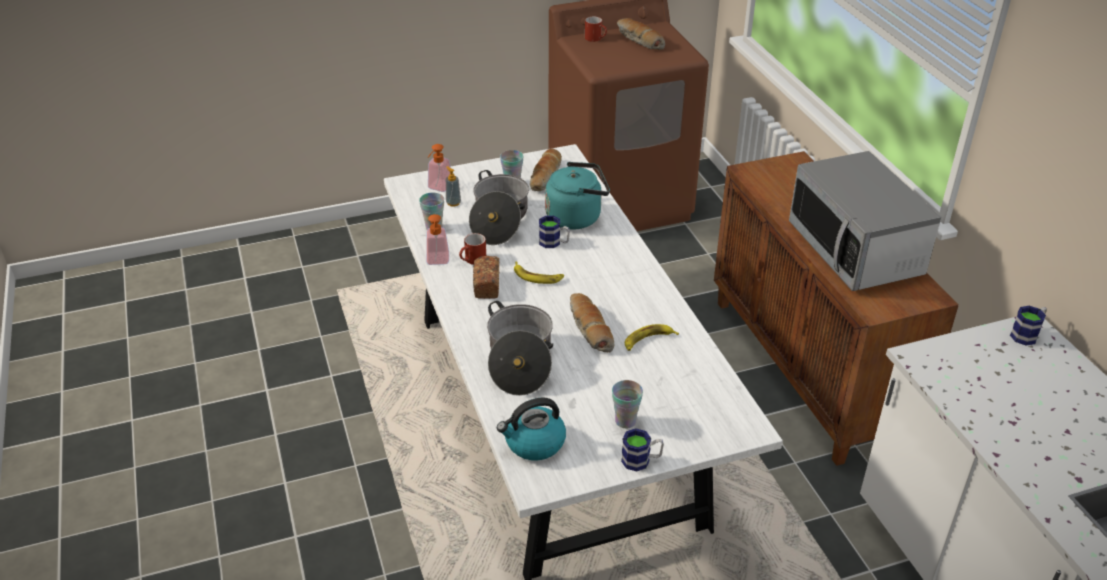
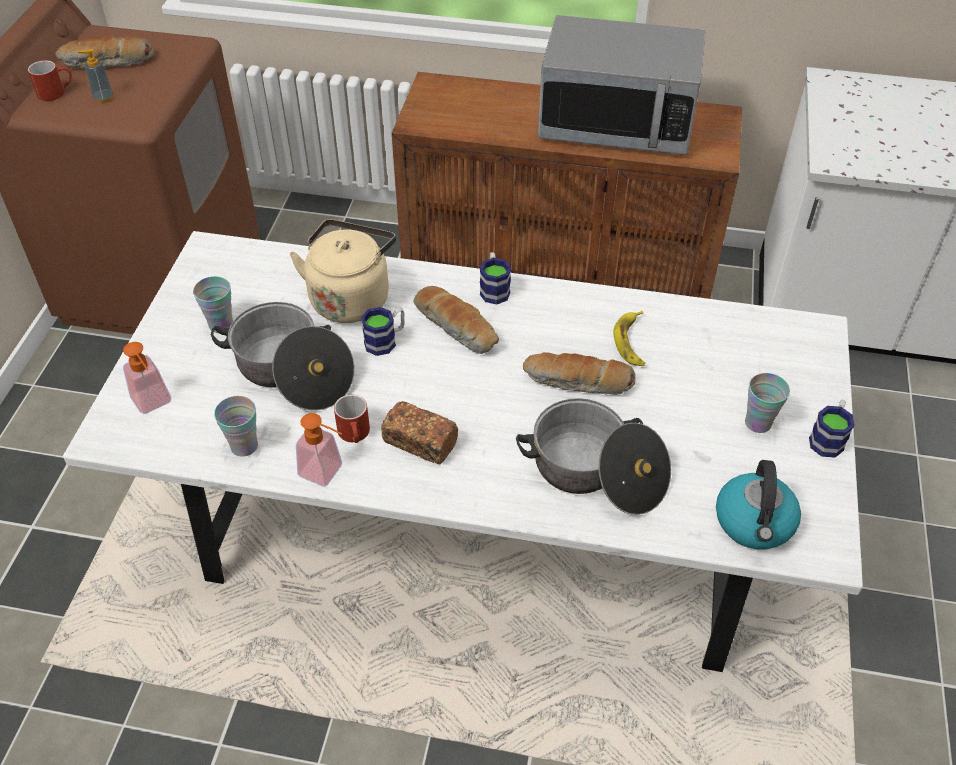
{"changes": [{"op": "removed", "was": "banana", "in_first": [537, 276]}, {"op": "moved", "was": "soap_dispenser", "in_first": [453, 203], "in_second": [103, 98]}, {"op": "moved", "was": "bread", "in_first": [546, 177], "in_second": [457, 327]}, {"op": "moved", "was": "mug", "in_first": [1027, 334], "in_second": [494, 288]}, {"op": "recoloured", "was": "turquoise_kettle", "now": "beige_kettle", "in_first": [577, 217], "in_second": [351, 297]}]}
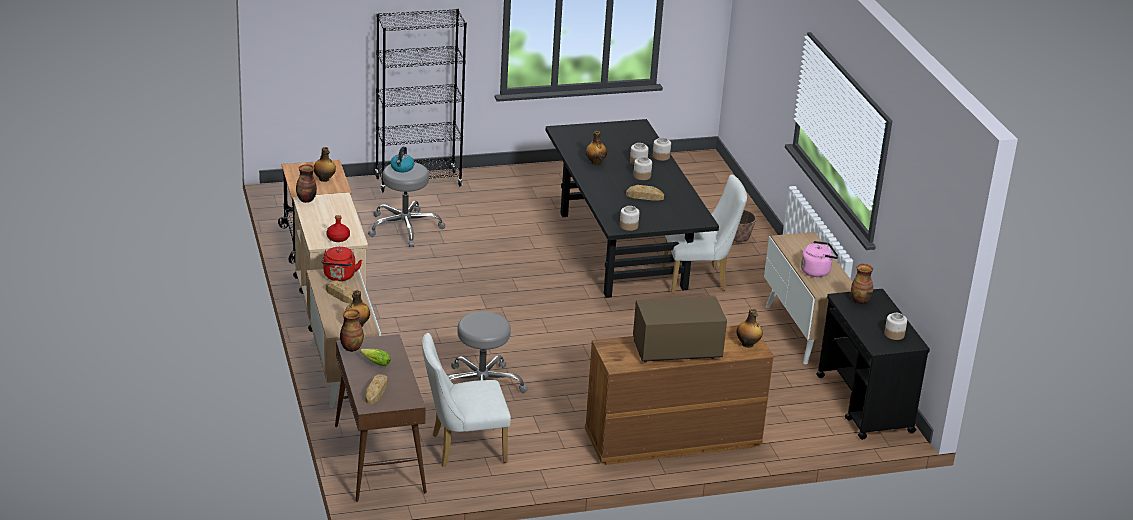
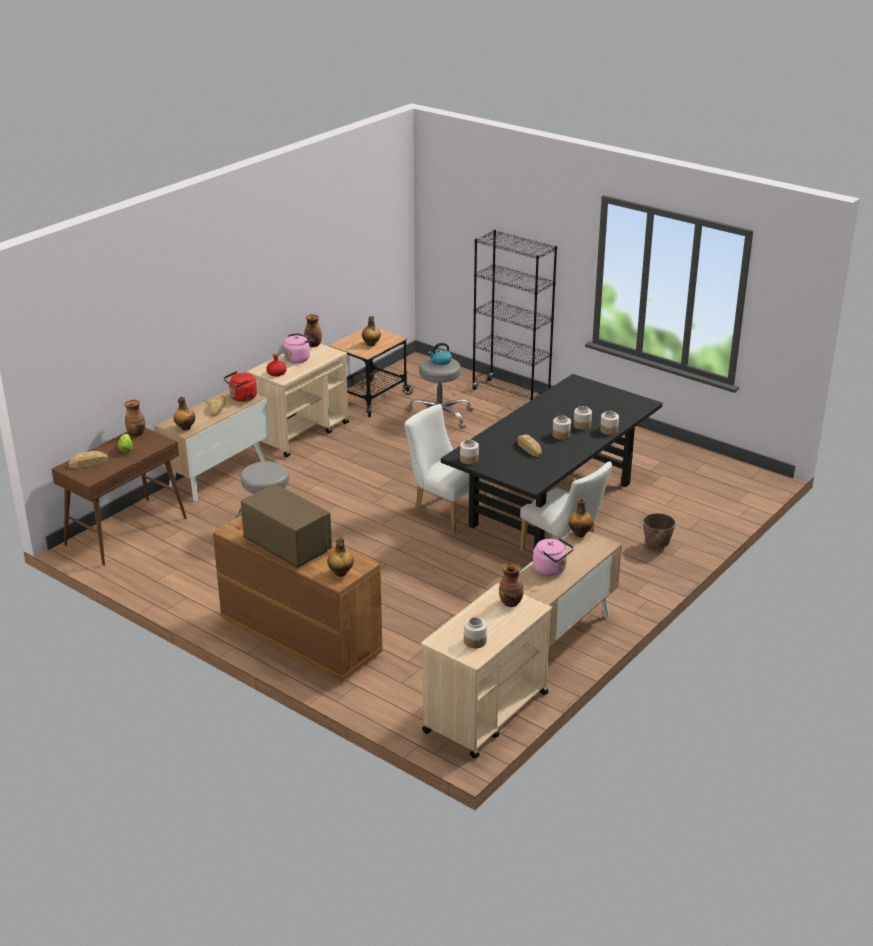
{"changes": [{"op": "added", "now": "pink_kettle", "in_second": [298, 358]}, {"op": "moved", "was": "white_chair", "in_first": [462, 448], "in_second": [445, 512]}, {"op": "moved", "was": "bottle", "in_first": [595, 162], "in_second": [580, 533]}, {"op": "recoloured", "was": "black_cart", "now": "beige_cart", "in_first": [864, 404], "in_second": [485, 713]}]}
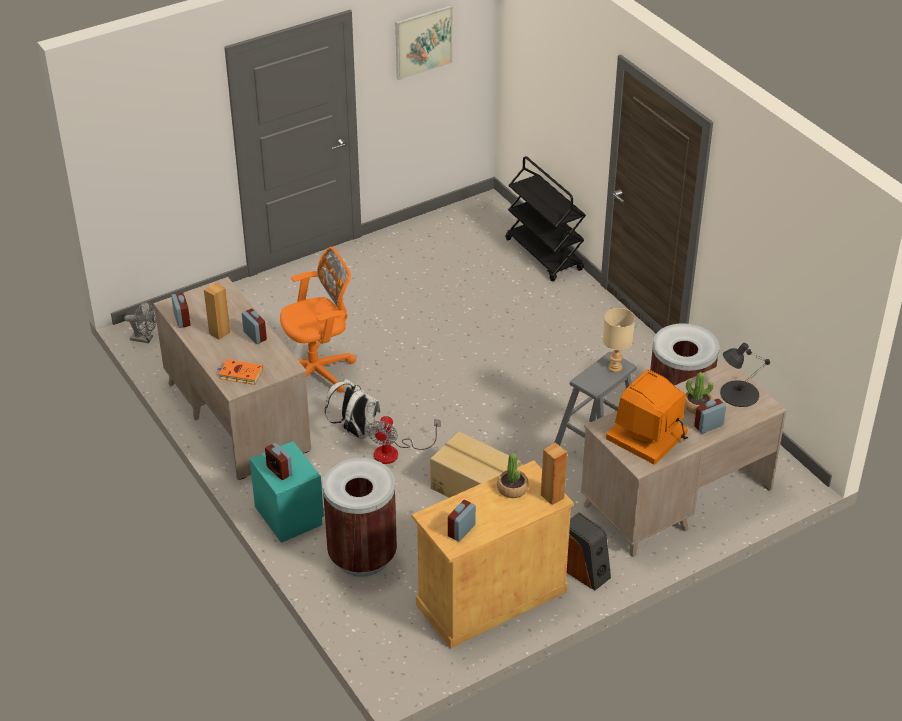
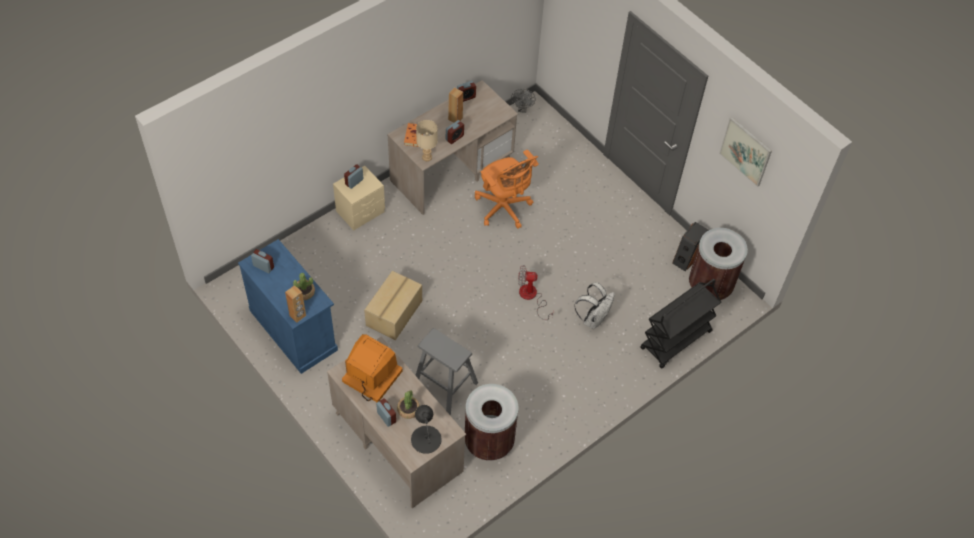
{"changes": [{"op": "moved", "was": "brown_trash_can", "in_first": [362, 556], "in_second": [710, 286]}, {"op": "moved", "was": "white_backpack", "in_first": [355, 431], "in_second": [593, 319]}, {"op": "moved", "was": "fan", "in_first": [395, 452], "in_second": [531, 297]}, {"op": "moved", "was": "speaker", "in_first": [584, 571], "in_second": [687, 257]}, {"op": "moved", "was": "beige_table_lamp", "in_first": [615, 368], "in_second": [427, 157]}, {"op": "recoloured", "was": "turquoise_nightstand", "now": "beige_nightstand", "in_first": [289, 515], "in_second": [360, 212]}, {"op": "recoloured", "was": "beige_cabinet", "now": "blue_cabinet", "in_first": [491, 598], "in_second": [293, 330]}]}
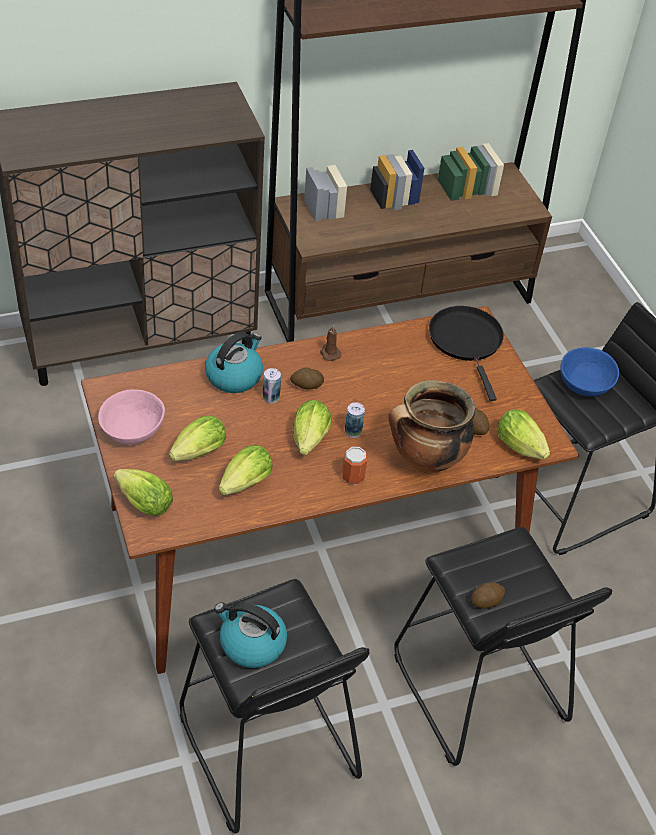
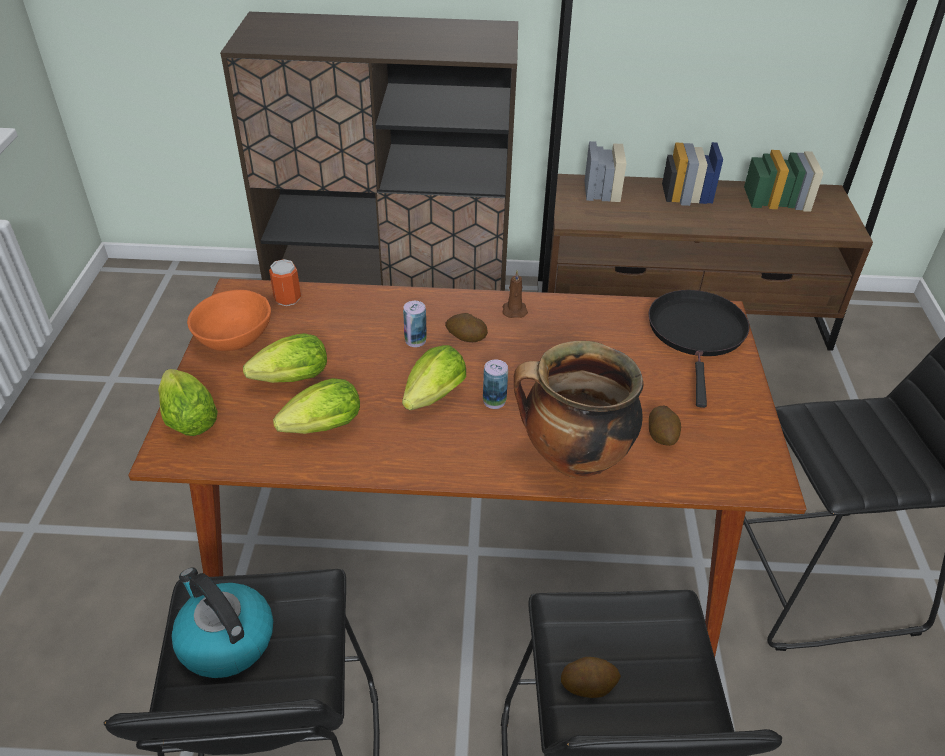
{"changes": [{"op": "removed", "was": "kettle", "in_first": [234, 376]}, {"op": "removed", "was": "lettuce", "in_first": [522, 449]}, {"op": "removed", "was": "blue_bowl", "in_first": [584, 384]}, {"op": "moved", "was": "can", "in_first": [353, 476], "in_second": [287, 299]}, {"op": "recoloured", "was": "pink_bowl", "now": "orange_bowl", "in_first": [133, 430], "in_second": [236, 338]}]}
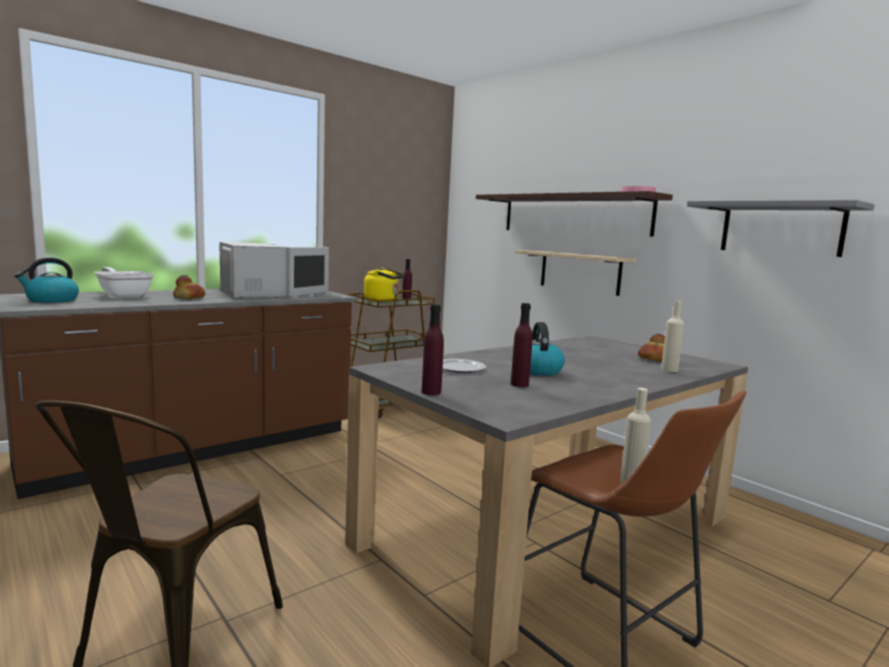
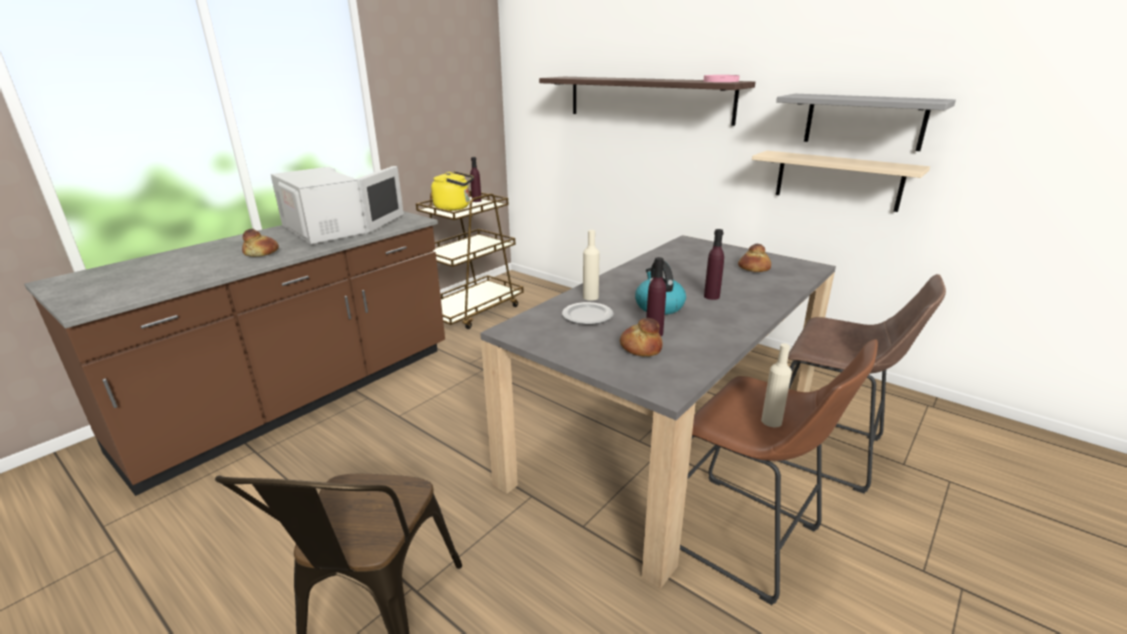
{"changes": [{"op": "removed", "was": "kettle", "in_first": [51, 300]}, {"op": "removed", "was": "frying_pan", "in_first": [123, 295]}, {"op": "added", "now": "bread", "in_second": [641, 348]}, {"op": "added", "now": "brown_stool", "in_second": [827, 451]}, {"op": "moved", "was": "purple_bottle", "in_first": [431, 392], "in_second": [711, 296]}, {"op": "moved", "was": "beige_shelf", "in_first": [579, 272], "in_second": [837, 180]}, {"op": "moved", "was": "beige_bottle", "in_first": [669, 370], "in_second": [590, 297]}]}
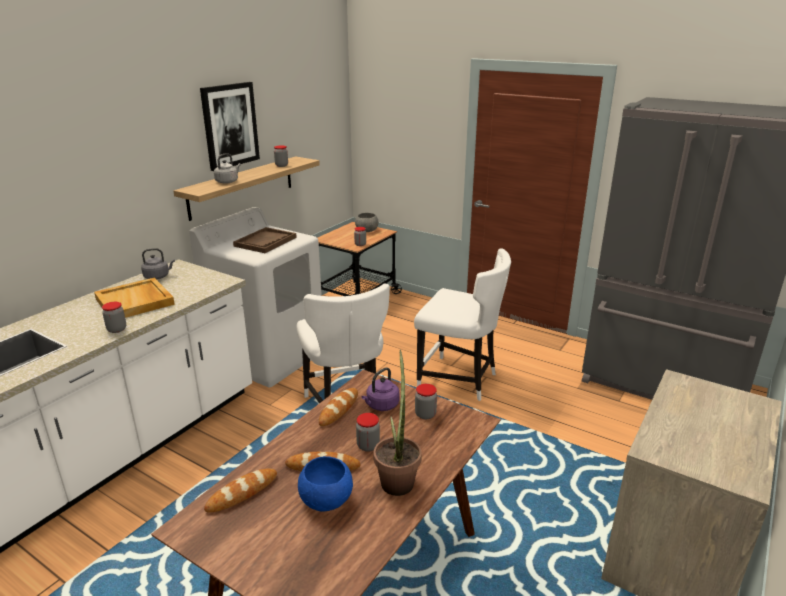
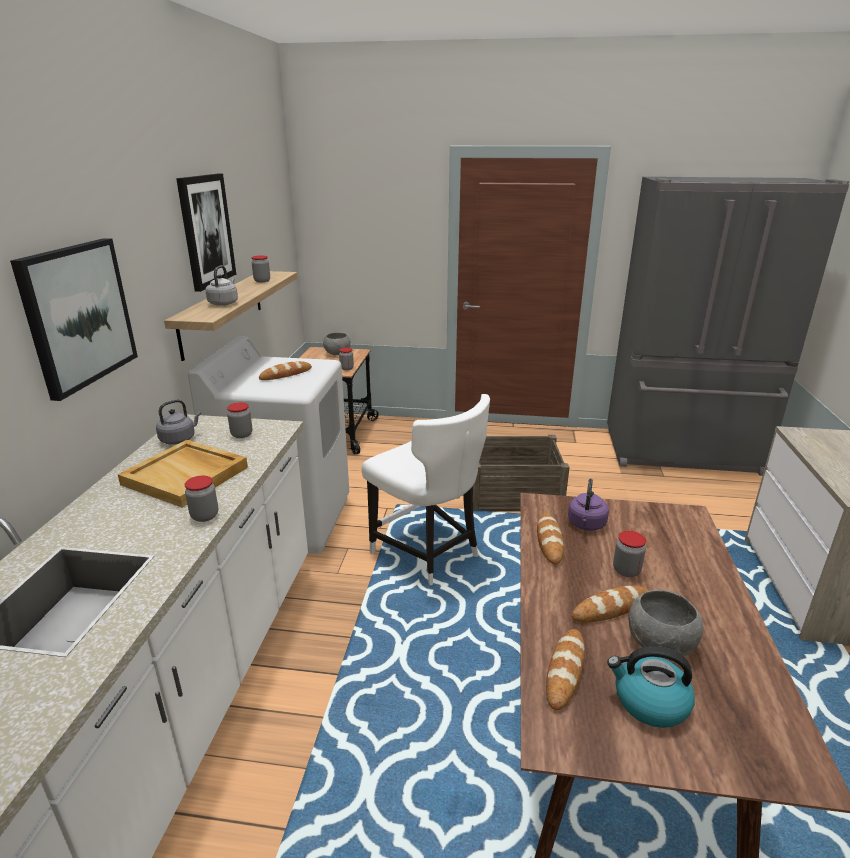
{"changes": [{"op": "removed", "was": "potted_plant", "in_first": [397, 478]}, {"op": "added", "now": "picture", "in_second": [78, 315]}, {"op": "added", "now": "kettle", "in_second": [649, 702]}, {"op": "moved", "was": "jar", "in_first": [425, 414], "in_second": [241, 434]}, {"op": "replaced", "was": "brown_tray", "now": "bread", "in_first": [265, 242], "in_second": [286, 374]}, {"op": "replaced", "was": "white_chair", "now": "crate", "in_first": [459, 380], "in_second": [514, 492]}, {"op": "recoloured", "was": "blue_bowl", "now": "grey_bowl", "in_first": [326, 500], "in_second": [660, 644]}]}
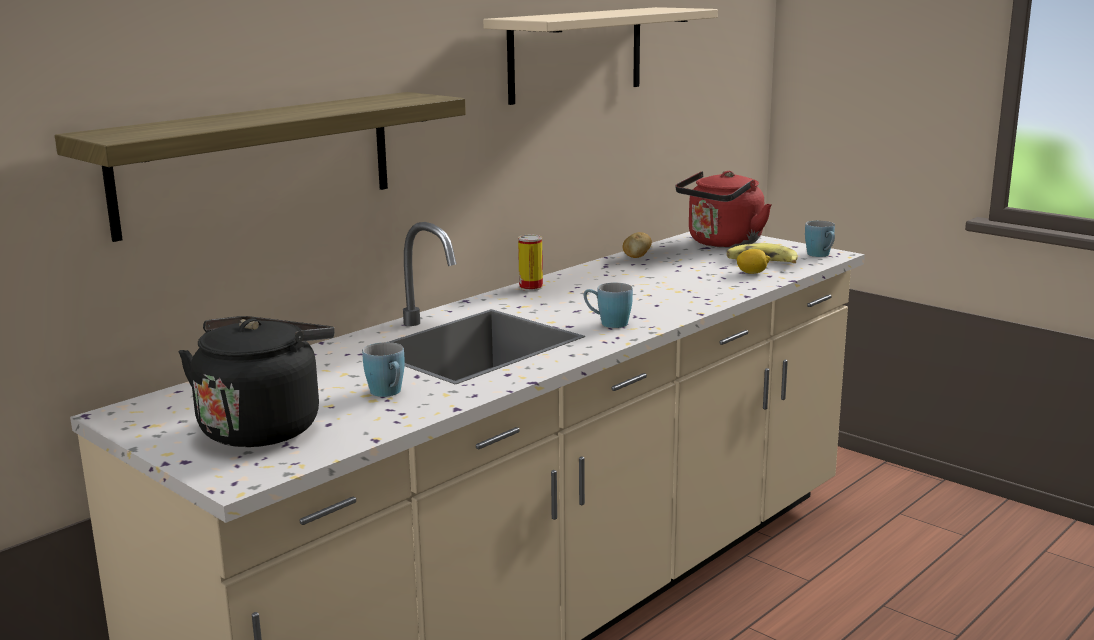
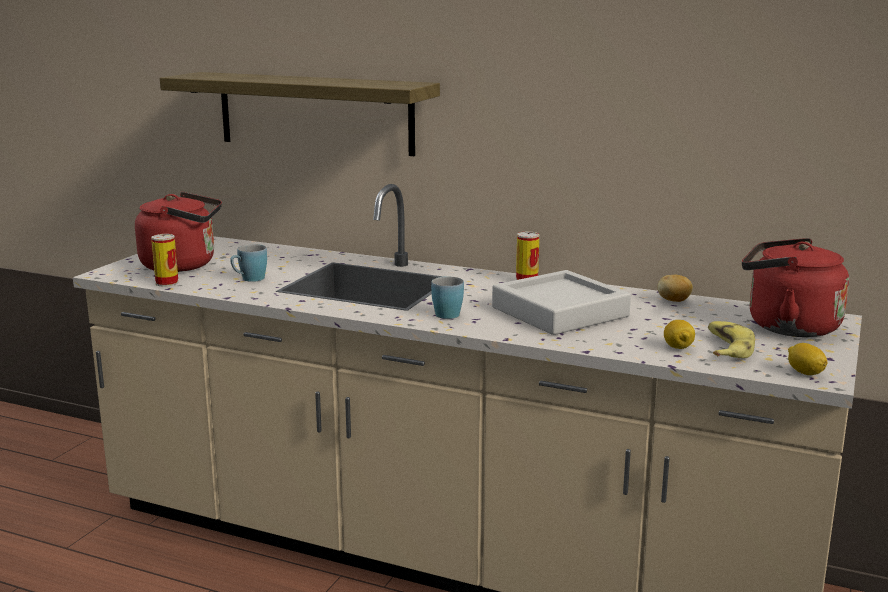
{"changes": [{"op": "removed", "was": "beige_shelf", "in_first": [576, 54]}, {"op": "added", "now": "can", "in_second": [167, 283]}, {"op": "added", "now": "grey_tray", "in_second": [559, 312]}, {"op": "replaced", "was": "blue_mug", "now": "lemon", "in_first": [821, 255], "in_second": [805, 373]}, {"op": "recoloured", "was": "black_kettle", "now": "red_kettle", "in_first": [264, 427], "in_second": [183, 265]}]}
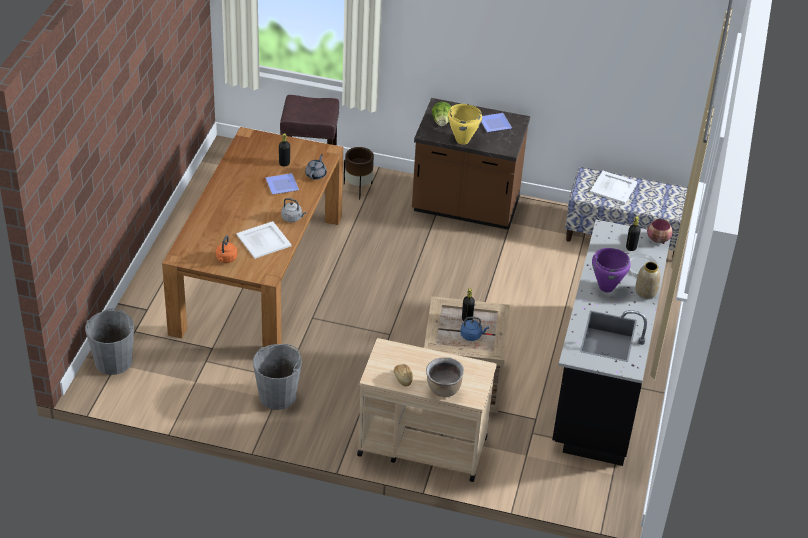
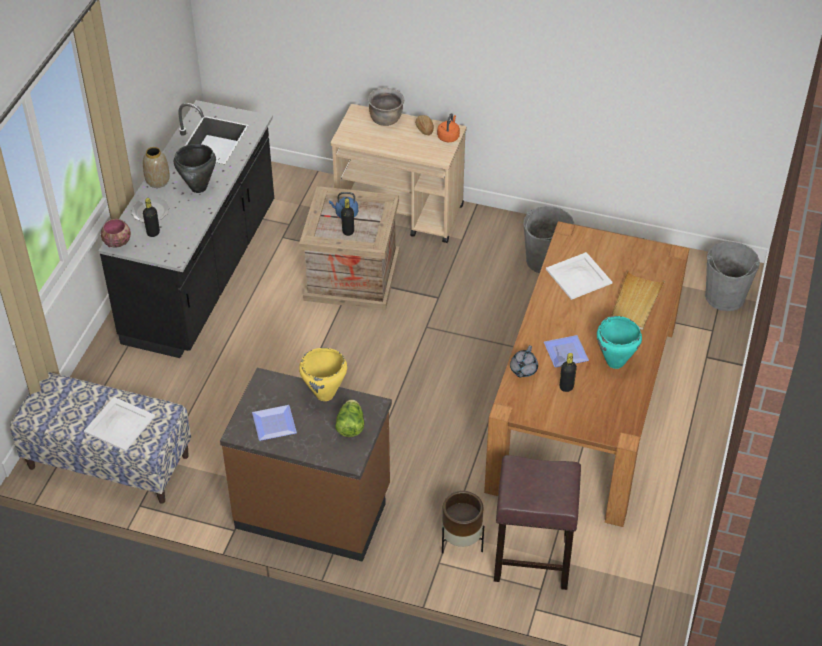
{"changes": [{"op": "removed", "was": "grey_kettle", "in_first": [292, 218]}, {"op": "added", "now": "turquoise_cooking_pot", "in_second": [615, 362]}, {"op": "added", "now": "beige_tray", "in_second": [635, 303]}, {"op": "moved", "was": "orange_kettle", "in_first": [226, 259], "in_second": [448, 136]}, {"op": "recoloured", "was": "purple_cooking_pot", "now": "black_cooking_pot", "in_first": [606, 287], "in_second": [199, 188]}]}
